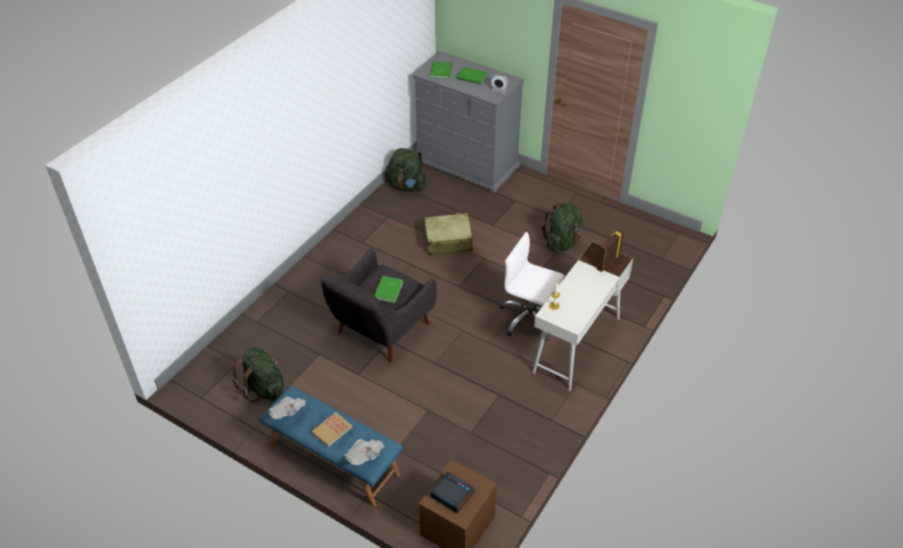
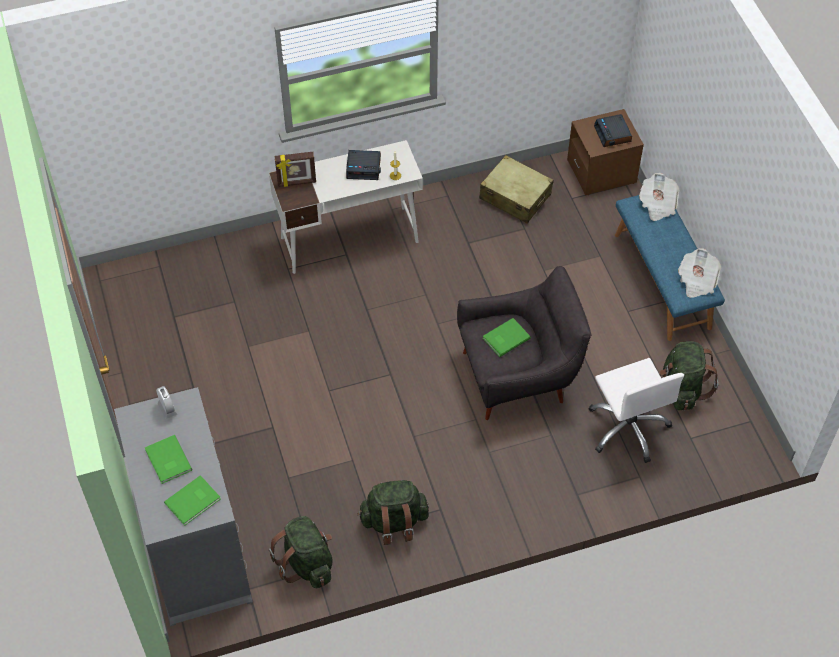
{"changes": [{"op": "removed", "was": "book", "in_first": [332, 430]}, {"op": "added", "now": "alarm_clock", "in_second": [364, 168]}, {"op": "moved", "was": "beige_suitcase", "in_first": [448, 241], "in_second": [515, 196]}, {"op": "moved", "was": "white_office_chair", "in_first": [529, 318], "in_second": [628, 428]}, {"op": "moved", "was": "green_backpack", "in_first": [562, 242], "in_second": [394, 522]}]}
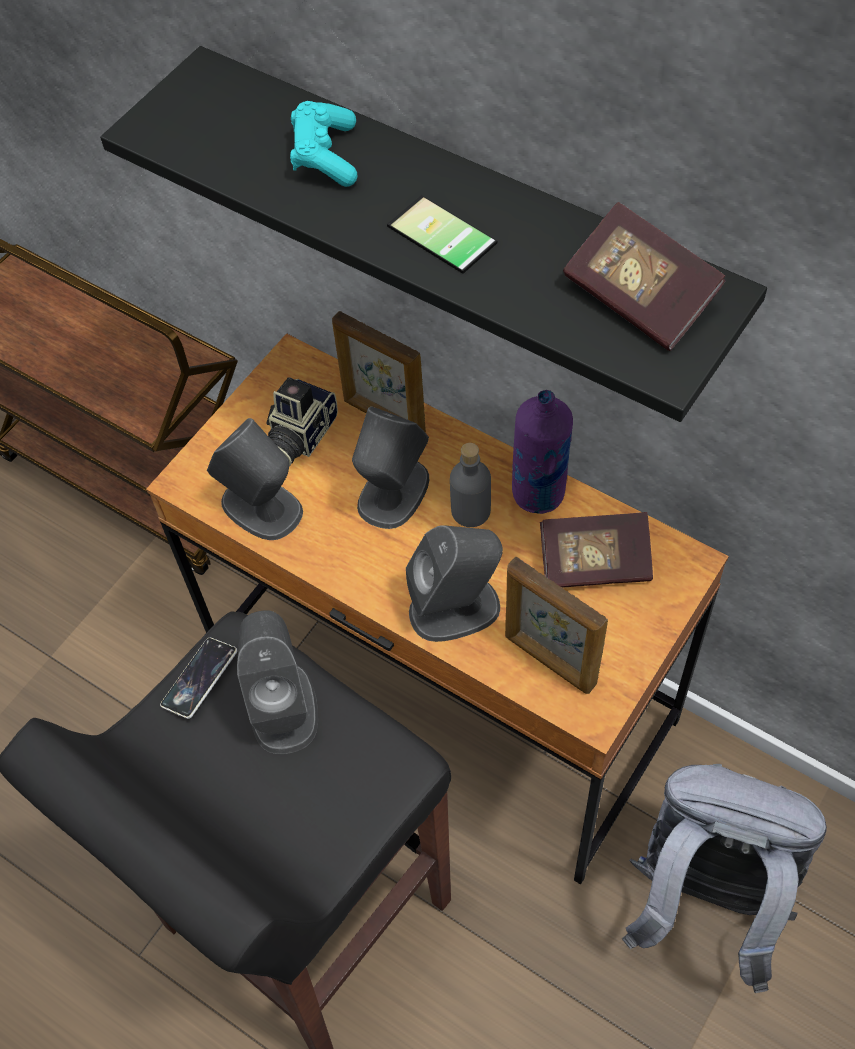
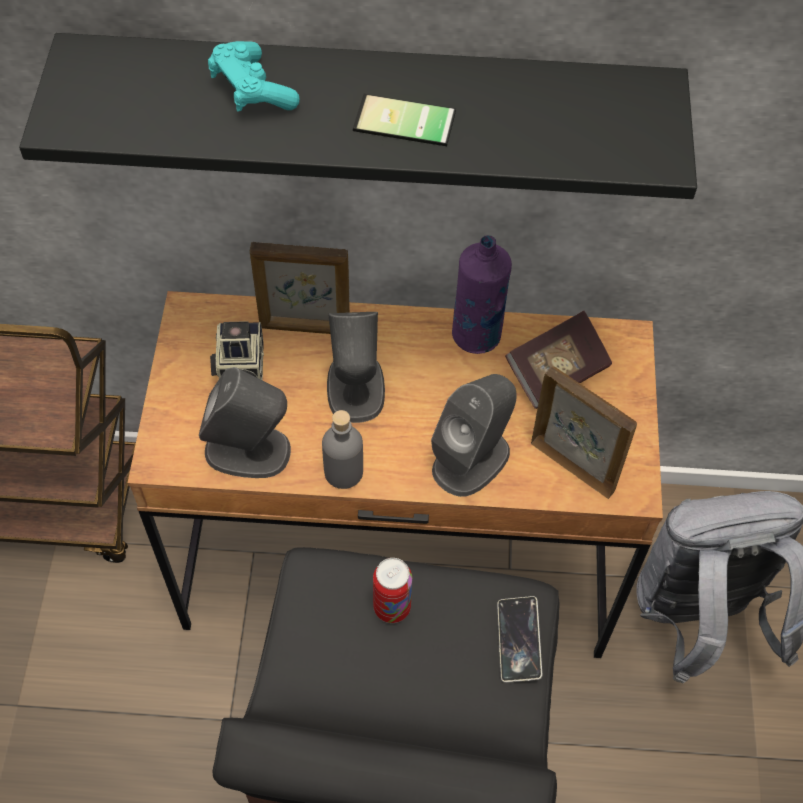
{"changes": [{"op": "removed", "was": "book", "in_first": [639, 297]}, {"op": "moved", "was": "phone", "in_first": [200, 680], "in_second": [518, 641]}, {"op": "moved", "was": "grey_bottle", "in_first": [471, 510], "in_second": [343, 471]}, {"op": "replaced", "was": "grey_speaker", "now": "can", "in_first": [283, 706], "in_second": [392, 607]}, {"op": "turned", "was": "picture_frame", "in_first": [549, 660], "in_second": [573, 465], "clockwise": -150}]}
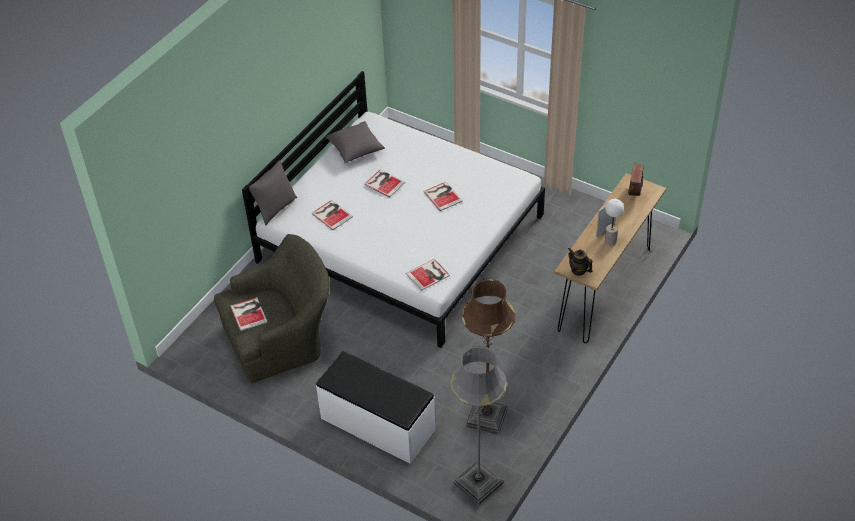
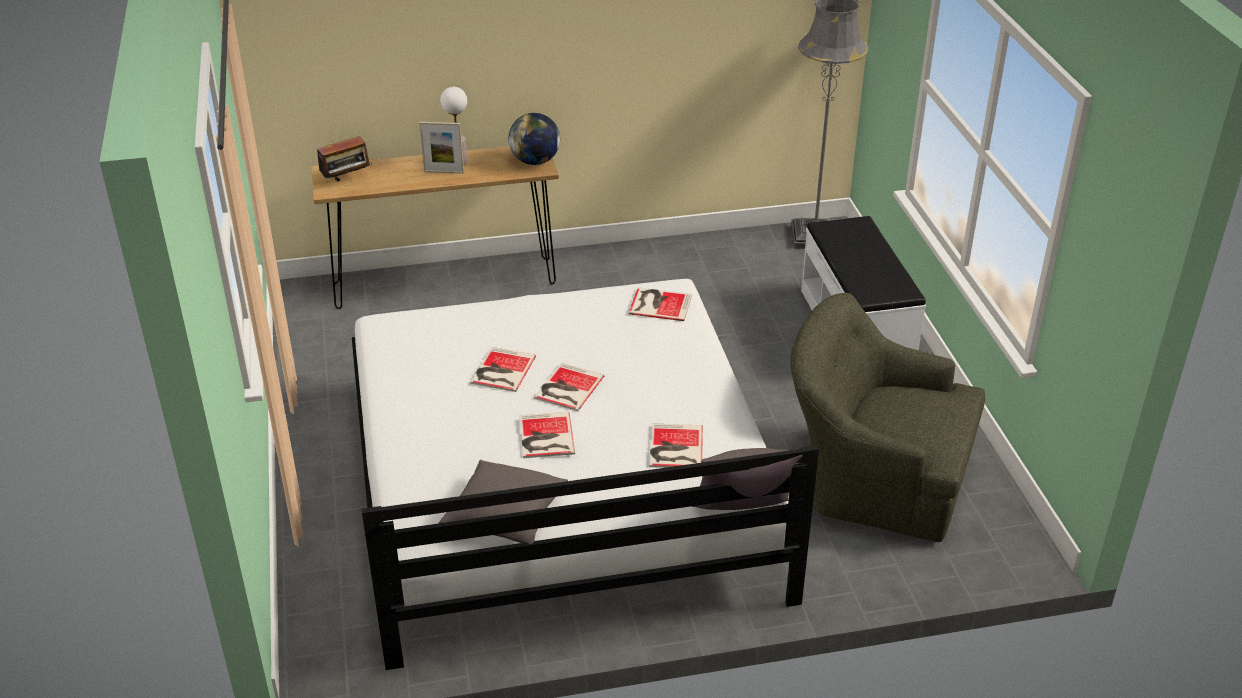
{"changes": [{"op": "removed", "was": "brown_floor_lamp", "in_first": [487, 417]}, {"op": "moved", "was": "book", "in_first": [249, 313], "in_second": [567, 388]}, {"op": "replaced", "was": "teapot", "now": "globe", "in_first": [578, 270], "in_second": [535, 161]}]}
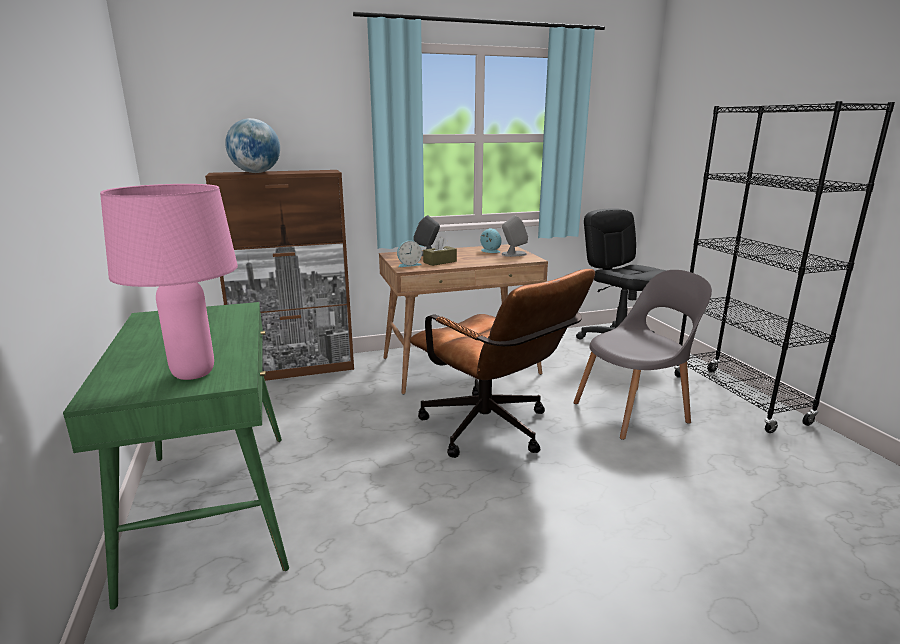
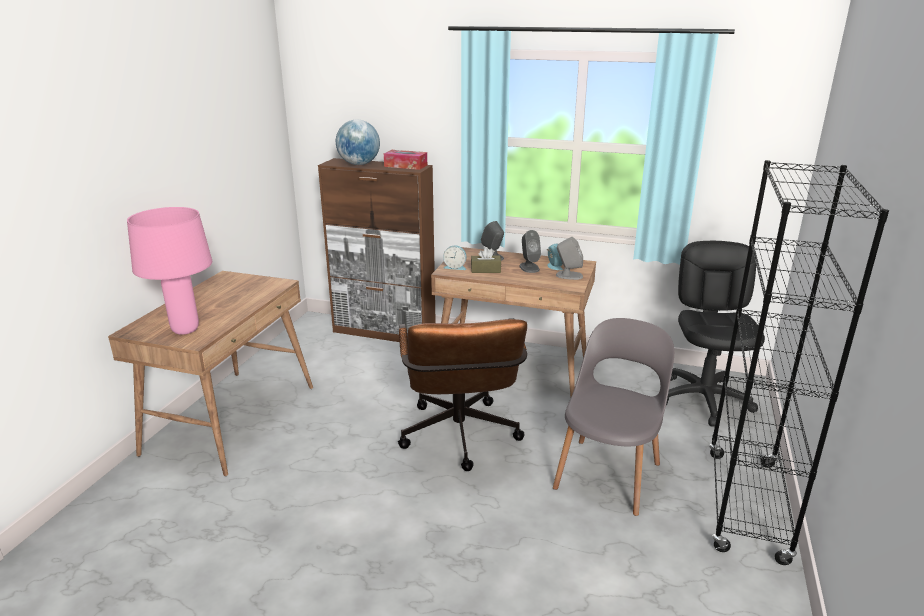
{"changes": [{"op": "added", "now": "tissue_box", "in_second": [405, 166]}, {"op": "added", "now": "grey_speaker", "in_second": [529, 267]}, {"op": "recoloured", "was": "green_desk", "now": "brown_desk", "in_first": [212, 507], "in_second": [232, 419]}, {"op": "turned", "was": "grey_chair", "in_first": [634, 411], "in_second": [609, 472], "clockwise": -75}]}
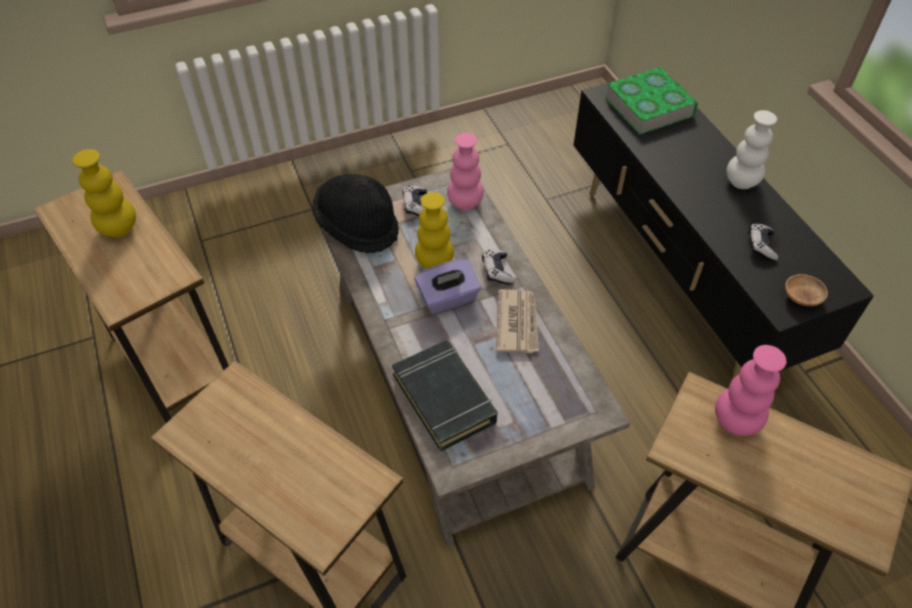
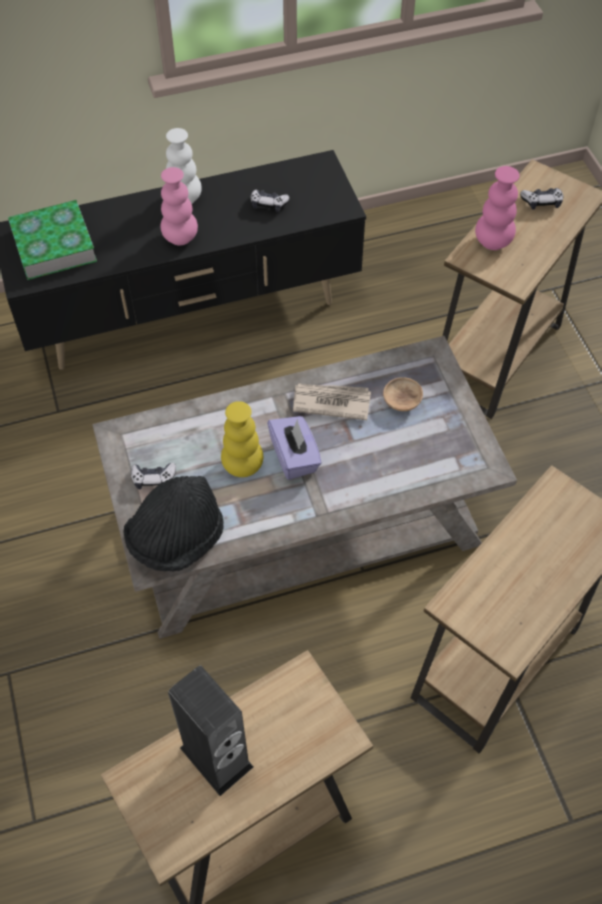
{"changes": [{"op": "removed", "was": "black_book", "in_first": [444, 398]}, {"op": "moved", "was": "pink_vase", "in_first": [465, 203], "in_second": [180, 238]}, {"op": "moved", "was": "game_controller", "in_first": [497, 271], "in_second": [541, 202]}, {"op": "moved", "was": "brown_bowl", "in_first": [801, 297], "in_second": [402, 401]}, {"op": "replaced", "was": "yellow_vase", "now": "speaker", "in_first": [119, 229], "in_second": [216, 757]}]}
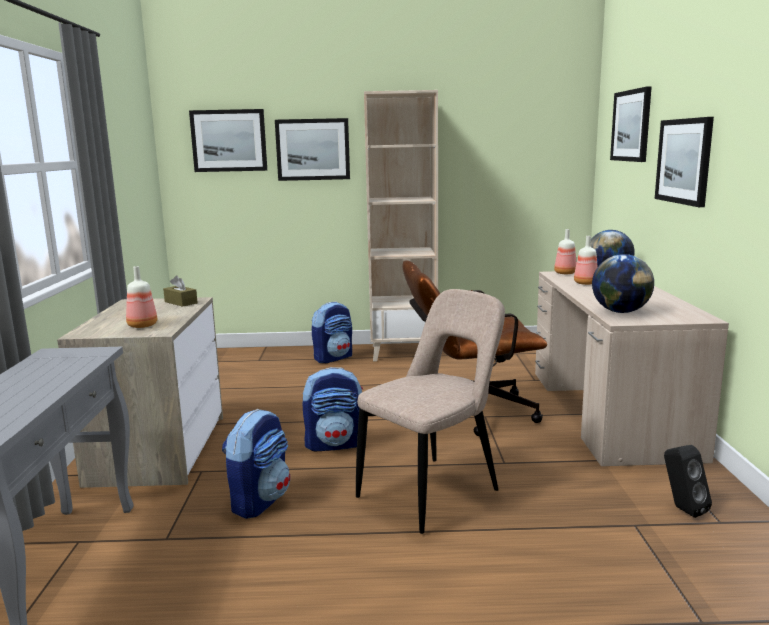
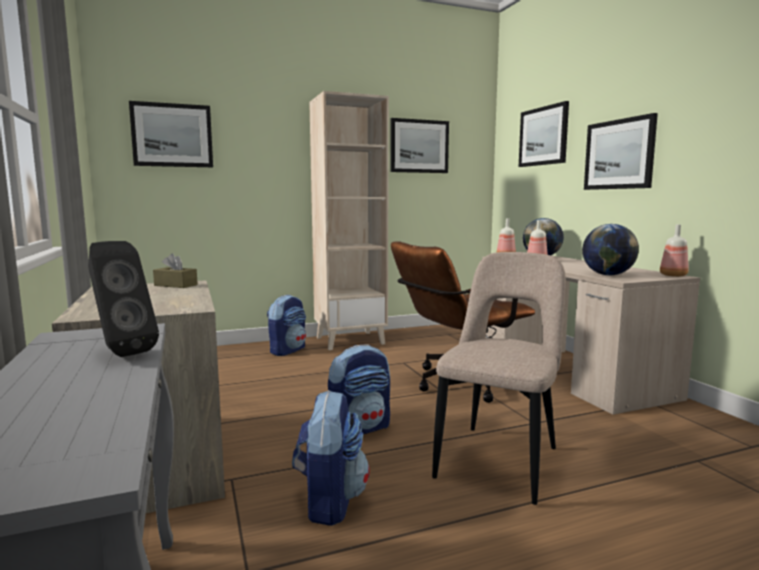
{"changes": [{"op": "moved", "was": "bottle", "in_first": [142, 326], "in_second": [673, 275]}, {"op": "moved", "was": "picture", "in_first": [313, 149], "in_second": [419, 146]}, {"op": "moved", "was": "black_speaker", "in_first": [682, 509], "in_second": [120, 353]}]}
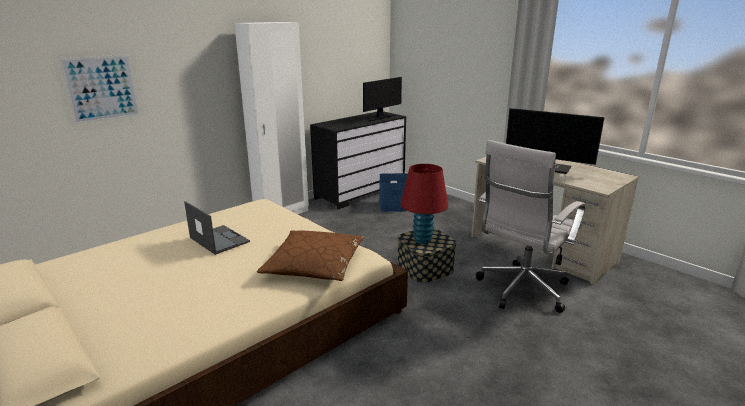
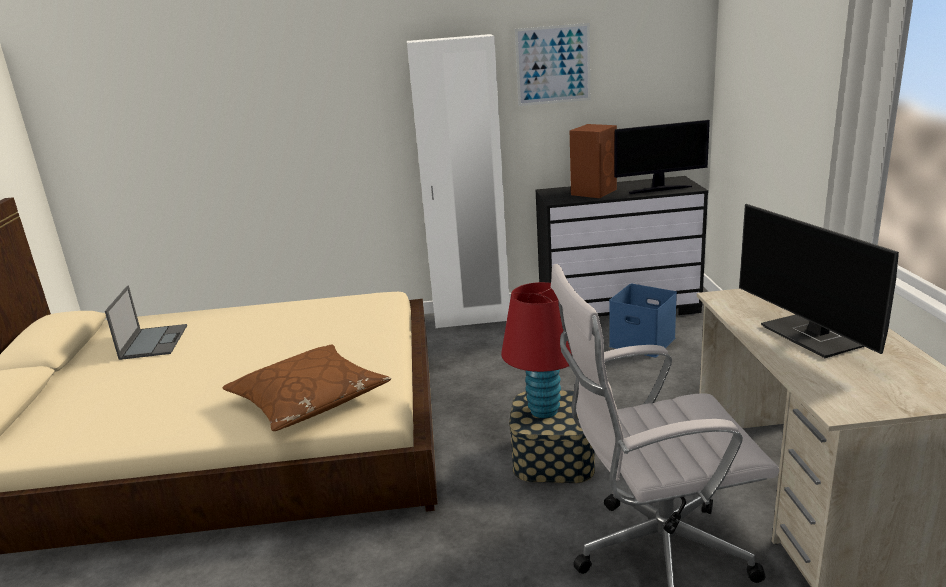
{"changes": [{"op": "added", "now": "brown_speaker", "in_second": [594, 192]}, {"op": "moved", "was": "picture", "in_first": [102, 88], "in_second": [553, 65]}, {"op": "moved", "was": "laptop", "in_first": [218, 239], "in_second": [154, 341]}]}
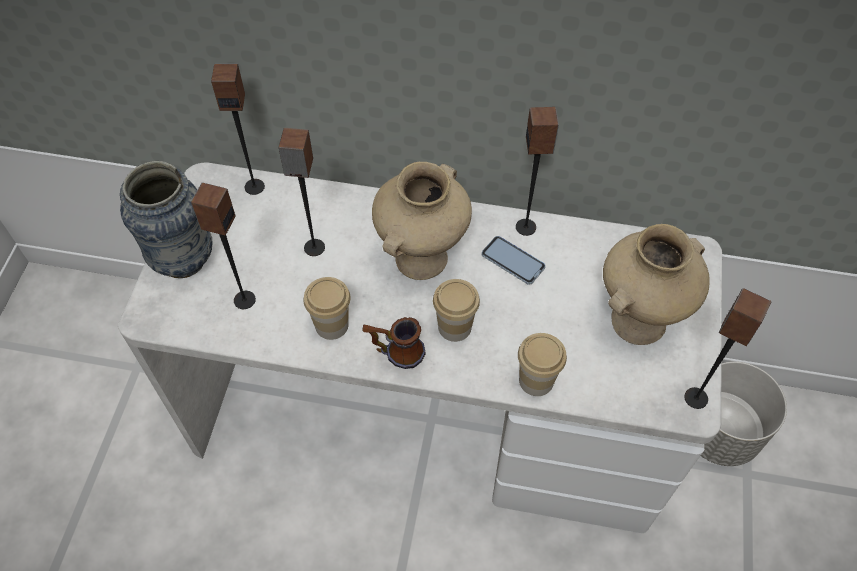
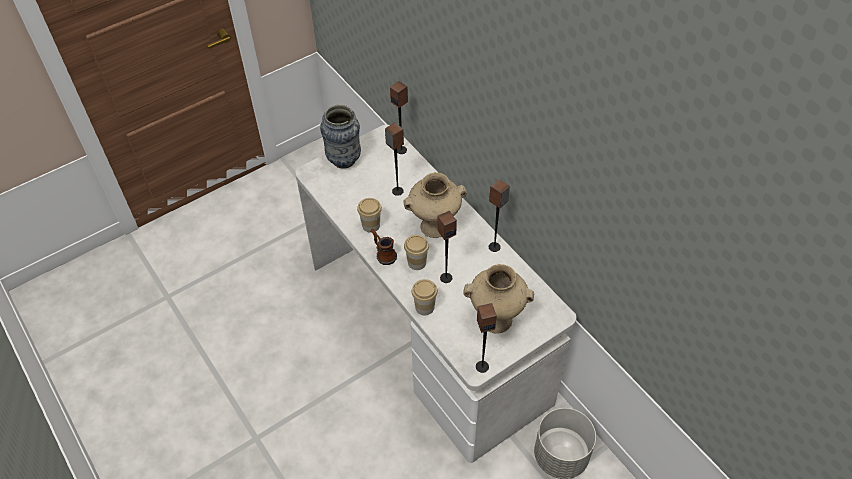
{"changes": [{"op": "removed", "was": "phone", "in_first": [513, 261]}, {"op": "moved", "was": "speaker", "in_first": [244, 300], "in_second": [446, 277]}]}
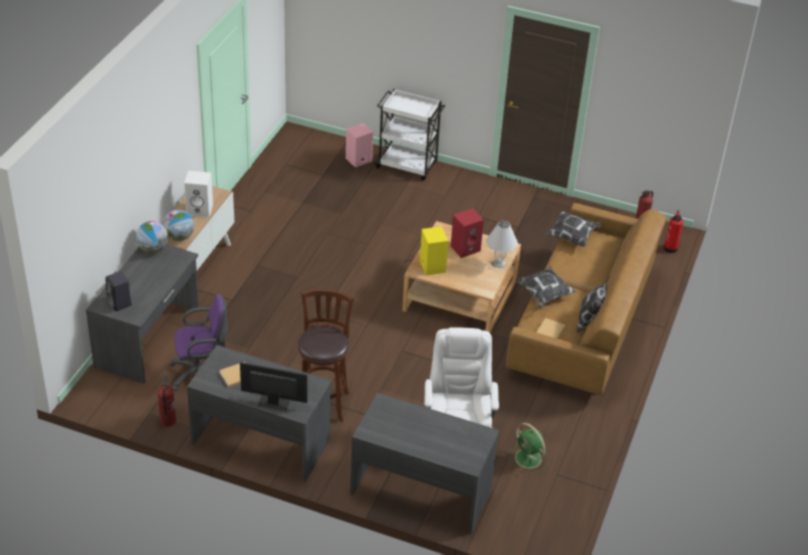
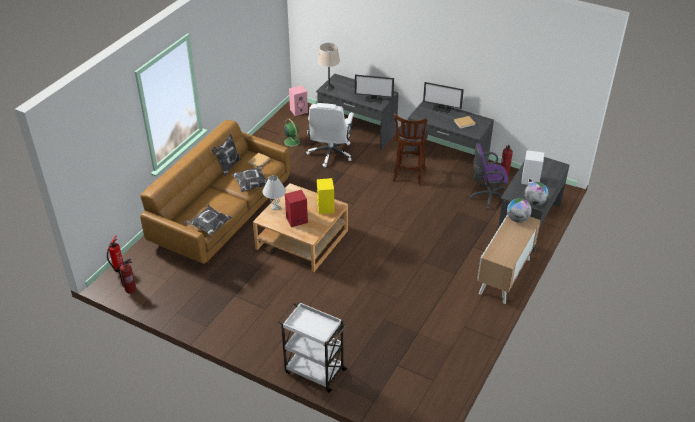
{"changes": [{"op": "removed", "was": "black_speaker", "in_first": [120, 303]}, {"op": "added", "now": "beige_table_lamp", "in_second": [329, 88]}, {"op": "added", "now": "monitor", "in_second": [374, 99]}, {"op": "moved", "was": "white_speaker", "in_first": [200, 209], "in_second": [529, 180]}, {"op": "moved", "was": "pink_speaker", "in_first": [358, 160], "in_second": [299, 110]}]}
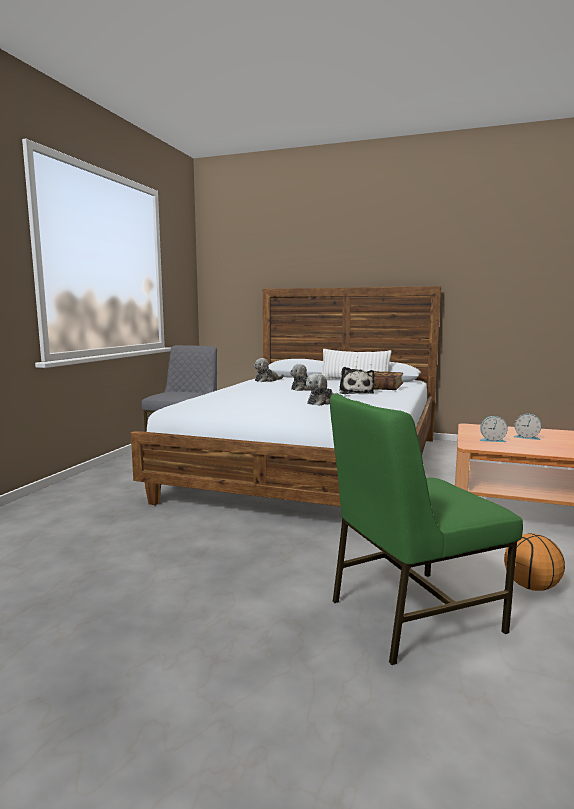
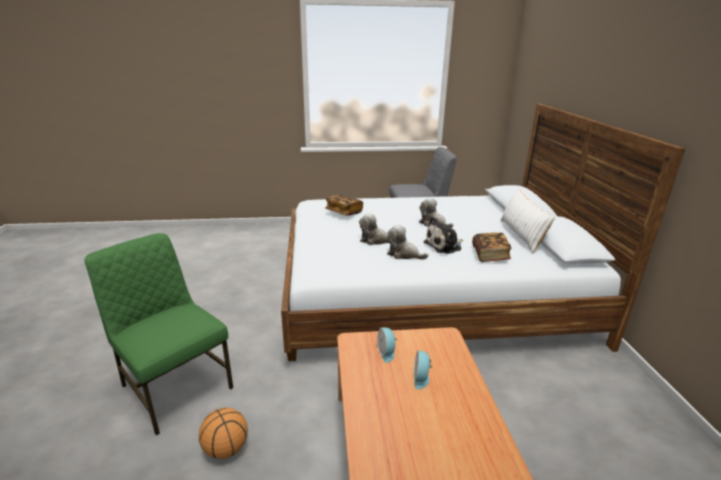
{"changes": [{"op": "added", "now": "book", "in_second": [344, 212]}, {"op": "moved", "was": "plush_toy", "in_first": [267, 380], "in_second": [404, 254]}]}
